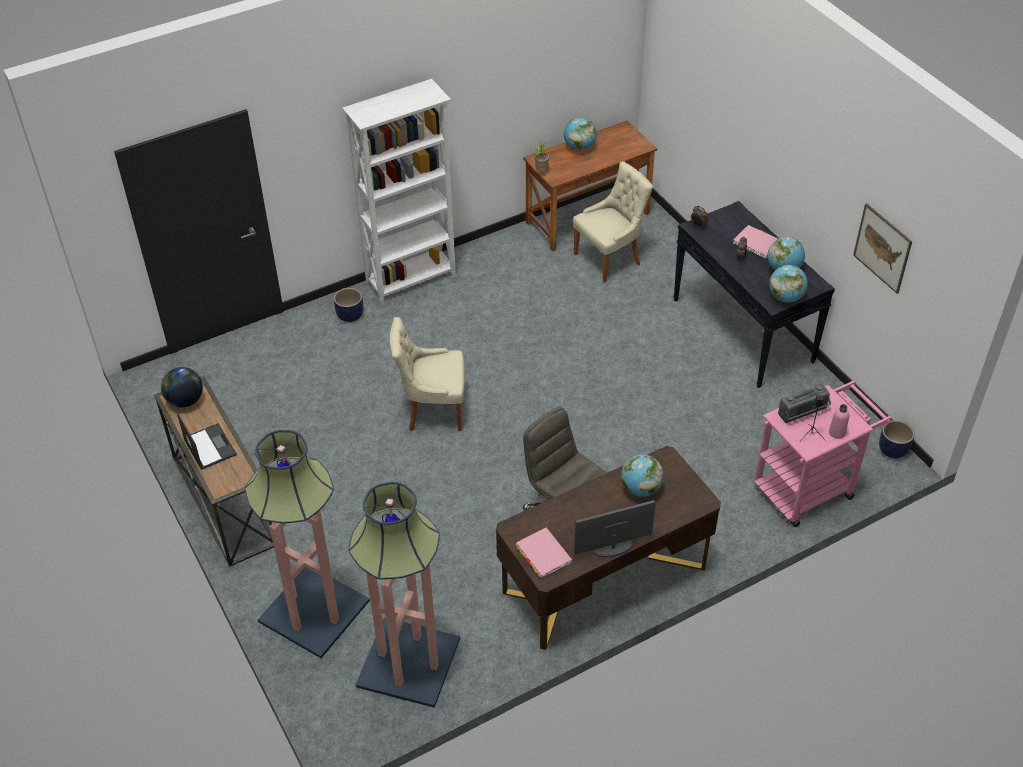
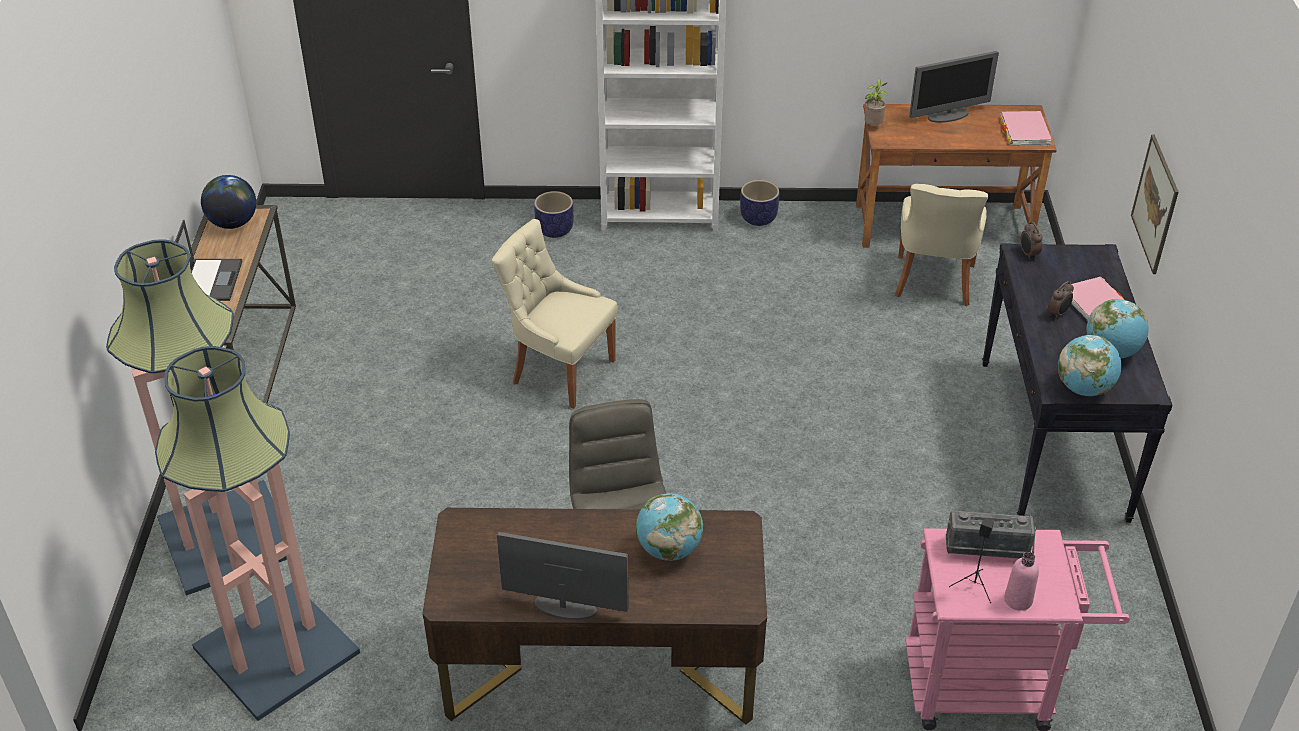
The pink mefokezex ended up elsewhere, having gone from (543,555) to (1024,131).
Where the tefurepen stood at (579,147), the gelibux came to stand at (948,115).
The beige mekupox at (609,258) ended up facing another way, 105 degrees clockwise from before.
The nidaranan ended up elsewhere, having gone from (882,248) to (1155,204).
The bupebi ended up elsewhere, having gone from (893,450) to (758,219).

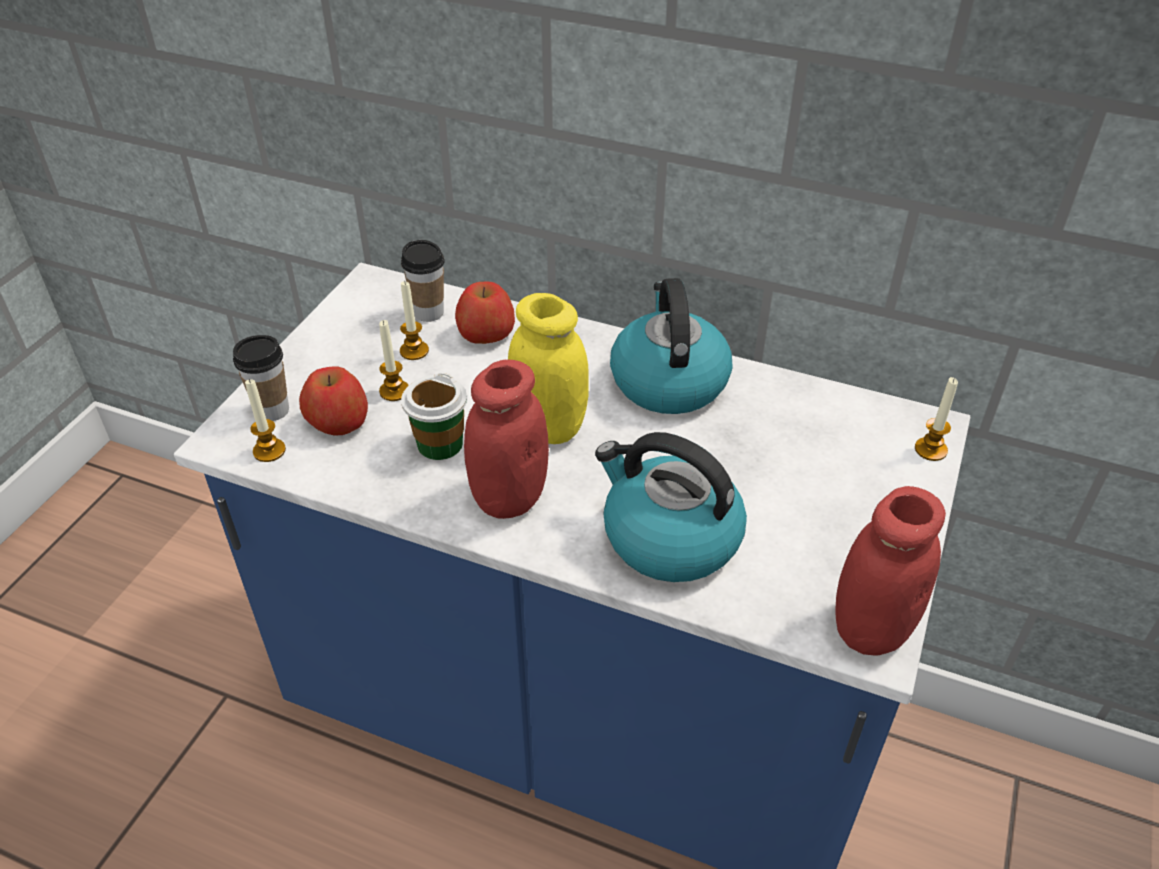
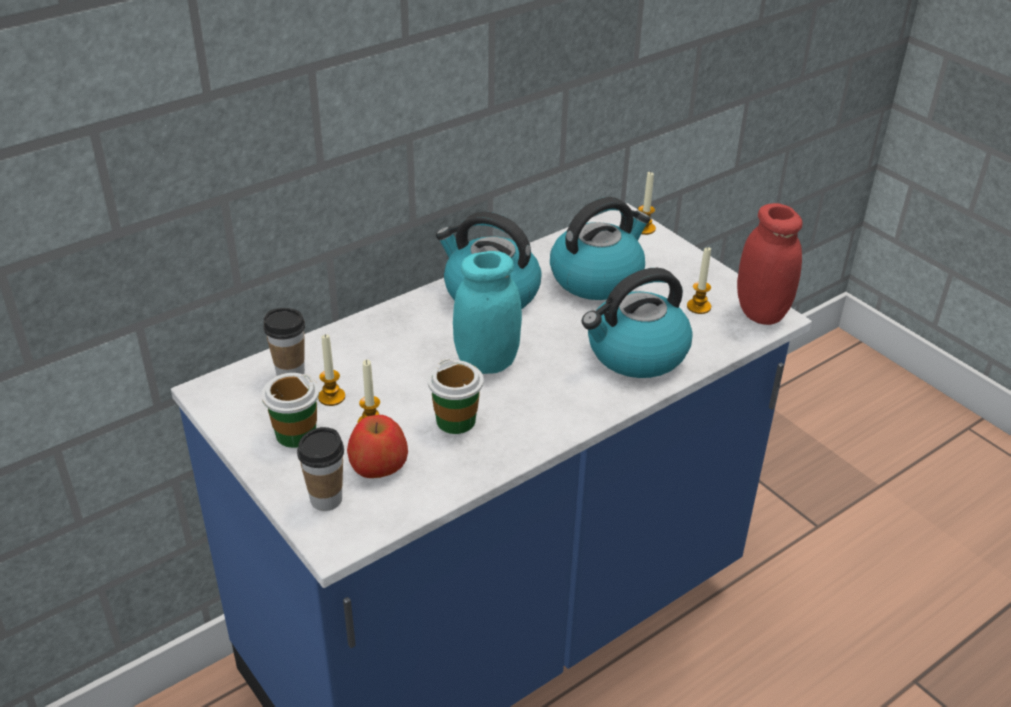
The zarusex ended up elsewhere, having gone from (269,451) to (698,307).
The second view lost the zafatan at (485,333).
The second view lost the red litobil at (509,498).
What was the yellow litobil at (549,427) turned into the turquoise litobil at (487,363).
The second view gained the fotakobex at (295,434).
The second view gained the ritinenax at (597,277).

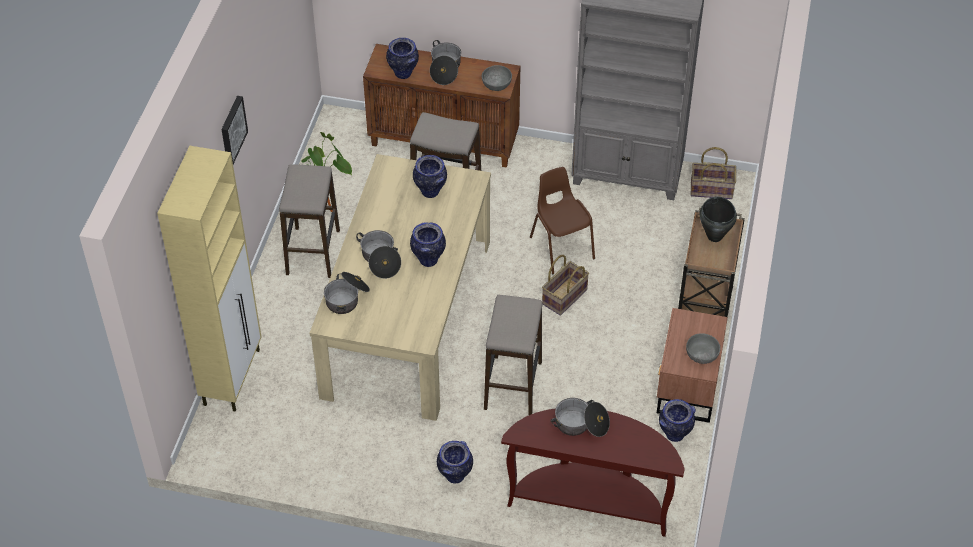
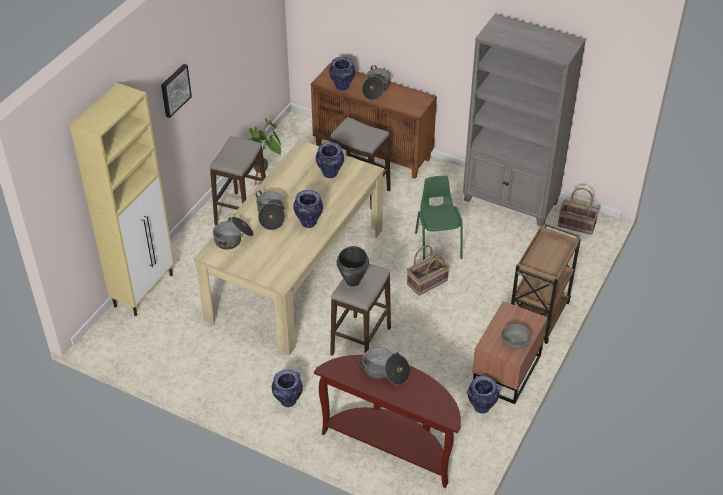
The second view lost the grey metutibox at (496,84).
What was the brown mekupox at (561,247) turned into the green mekupox at (438,245).
The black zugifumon ended up elsewhere, having gone from (715,236) to (353,281).

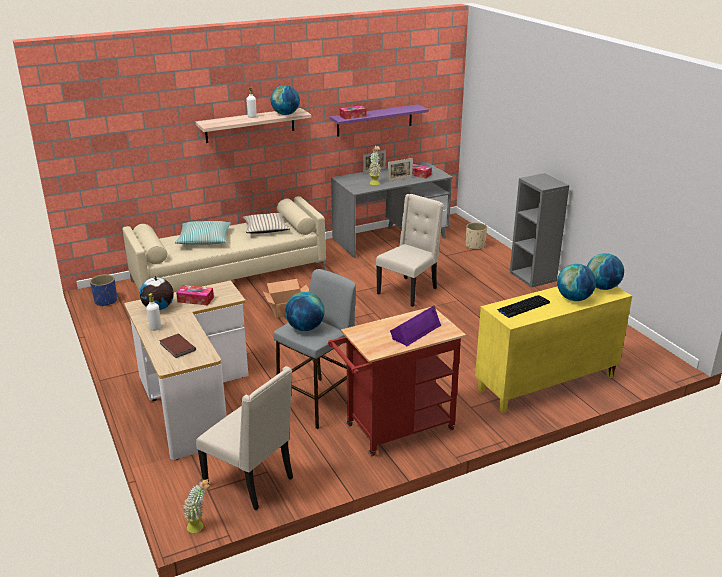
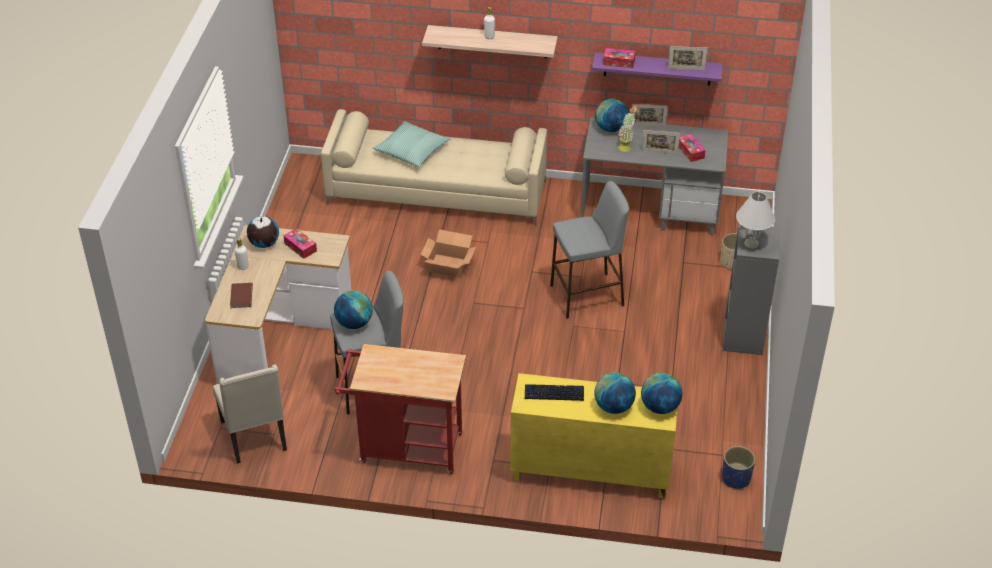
The blue bupebi ended up elsewhere, having gone from (106,301) to (736,478).
The second view lost the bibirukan at (199,526).
The second view lost the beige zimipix at (266,228).
The tefurepen ended up elsewhere, having gone from (285,114) to (610,129).
Where the beige mekupox stood at (408,291), the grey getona came to stand at (587,295).
The second view lost the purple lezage at (415,331).
The second view gained the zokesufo at (686,69).
The second view gained the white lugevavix at (751,243).

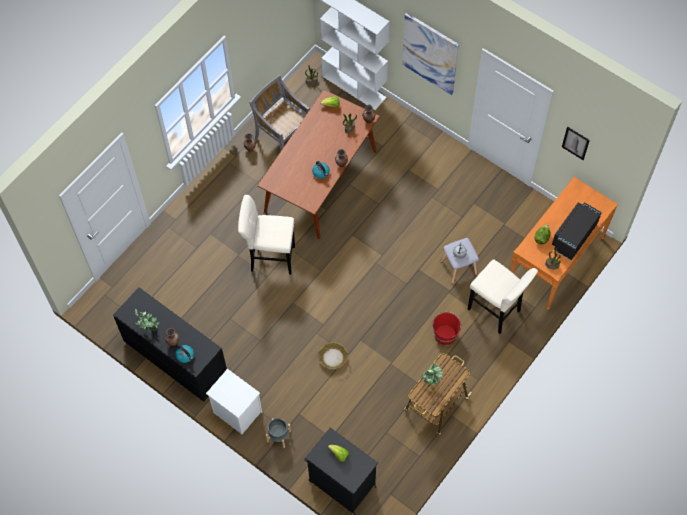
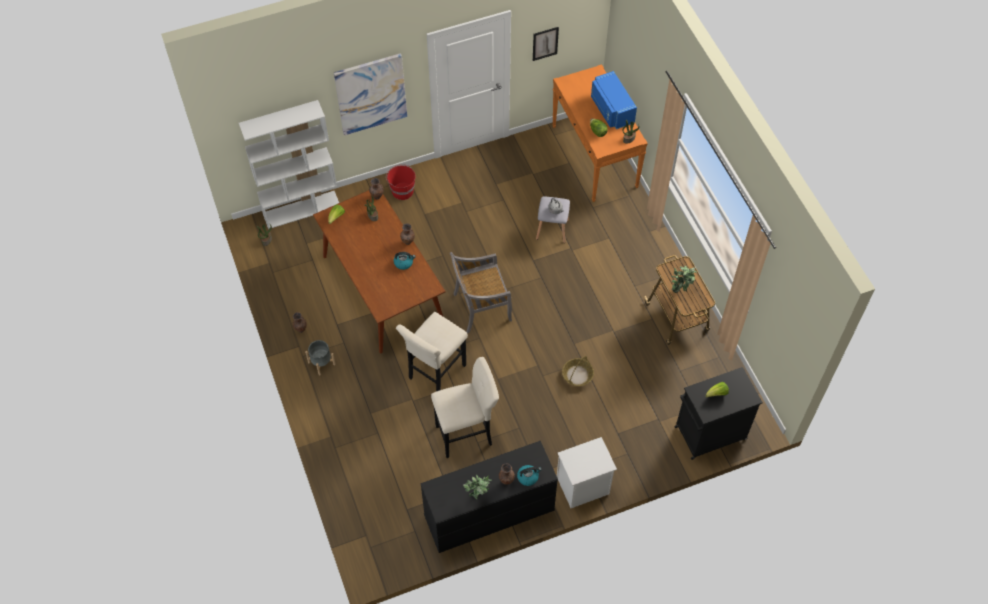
The grey mekupox ended up elsewhere, having gone from (282,136) to (481,308).
The grey bupebi ended up elsewhere, having gone from (279,436) to (321,363).
The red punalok ended up elsewhere, having gone from (445,334) to (402,191).
The beige getona ended up elsewhere, having gone from (496,312) to (466,434).
What was the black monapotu at (573,236) turned into the blue monapotu at (611,110).

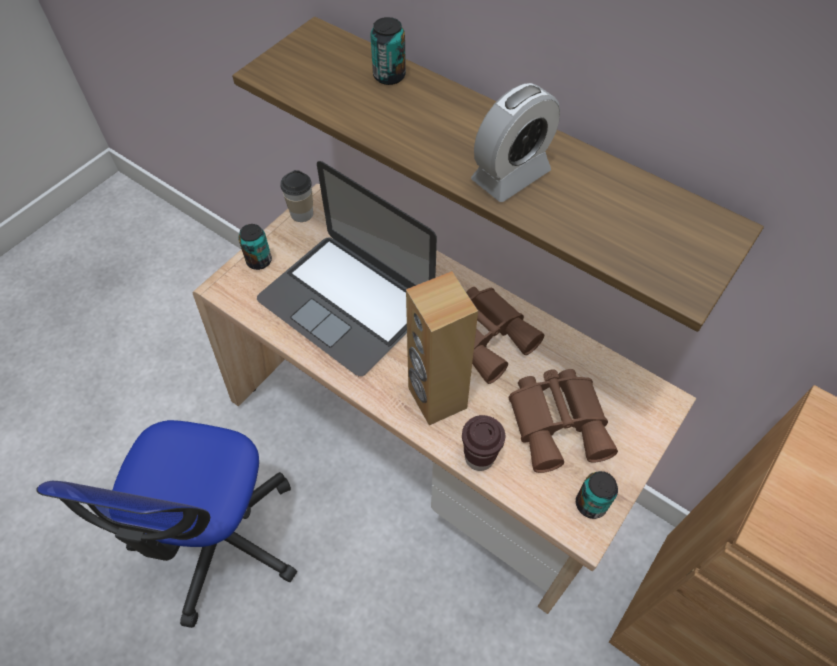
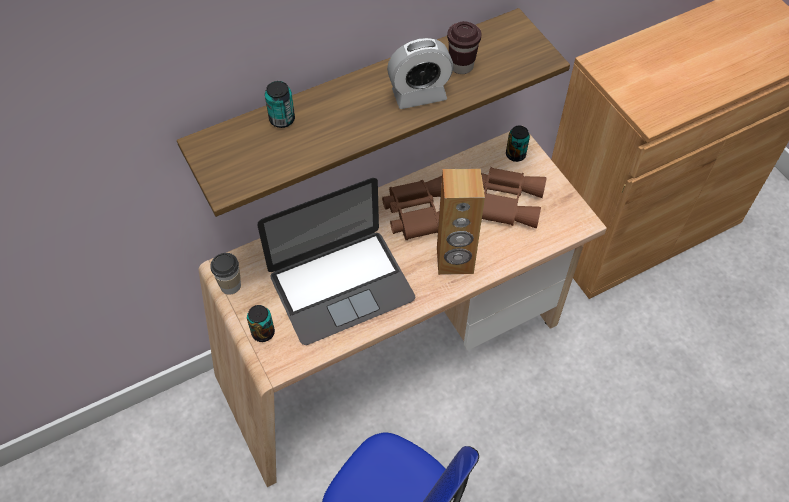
The brown fotakobex ended up elsewhere, having gone from (479,457) to (461,66).
The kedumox at (510,176) ended up facing another way, 90 degrees clockwise from before.
The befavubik ended up elsewhere, having gone from (590,504) to (515,155).

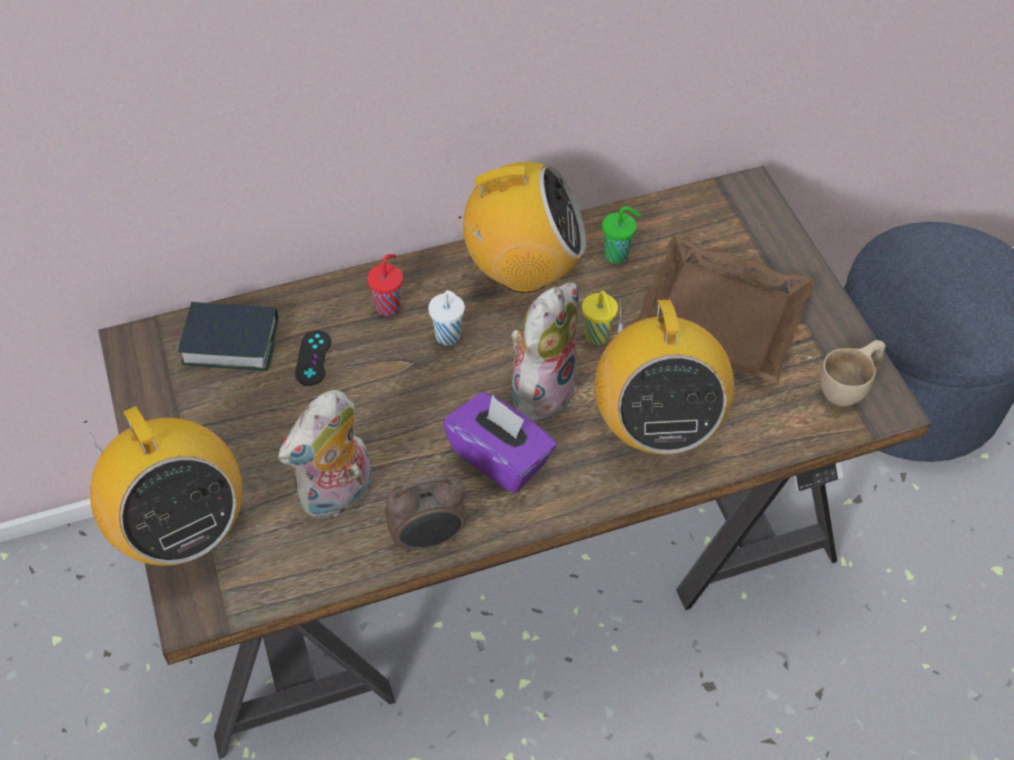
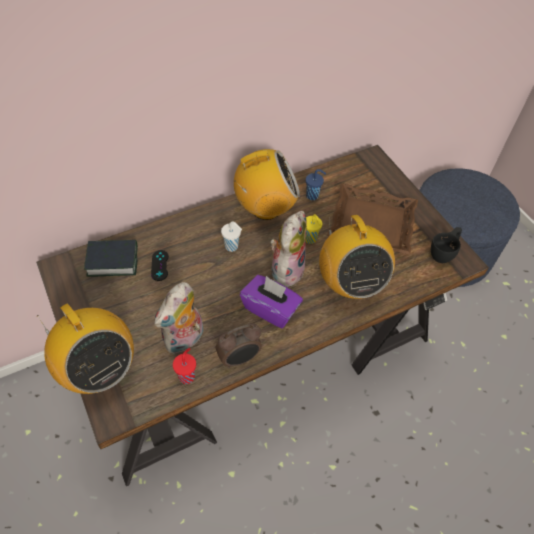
The red fotakobex ended up elsewhere, having gone from (388,306) to (187,376).
What was the green fotakobex at (617,255) turned into the blue fotakobex at (313,196).
What was the beige fotakobex at (849,387) turned into the black fotakobex at (444,253).

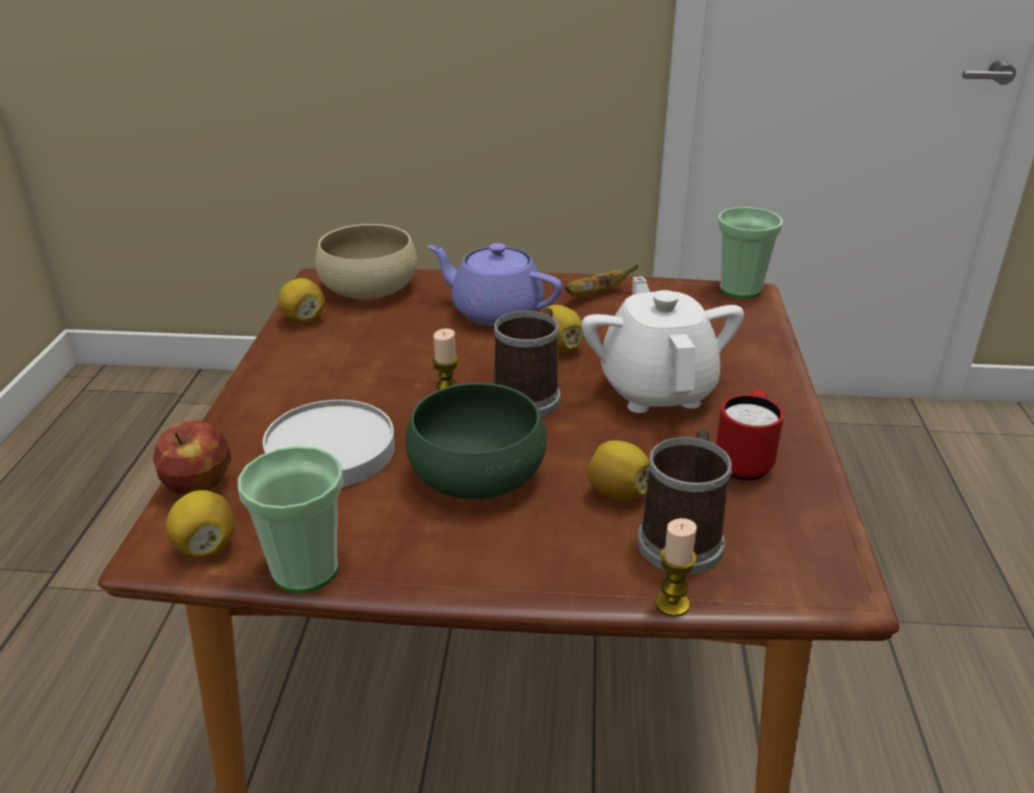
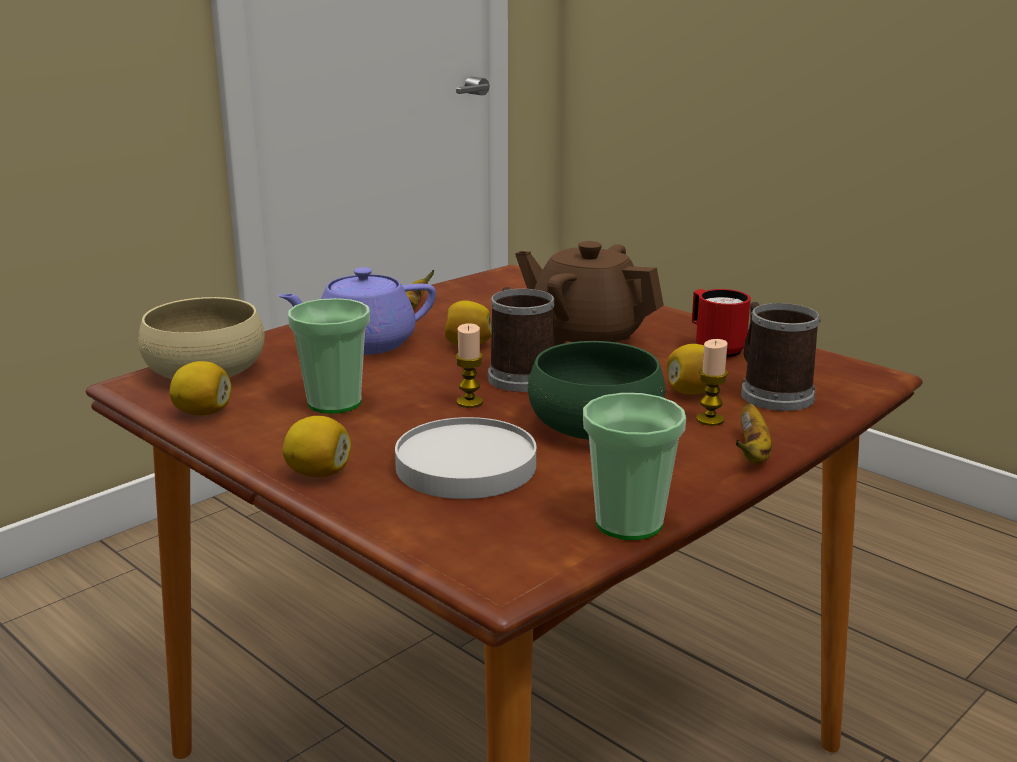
The second view lost the zafatan at (199,484).
The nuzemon ended up elsewhere, having gone from (205,546) to (318,473).
What was the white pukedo at (657,390) turned into the brown pukedo at (586,339).
The zarusex ended up elsewhere, having gone from (672,604) to (710,420).
The fotakobex ended up elsewhere, having gone from (740,289) to (334,403).
The second view gained the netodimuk at (753,453).

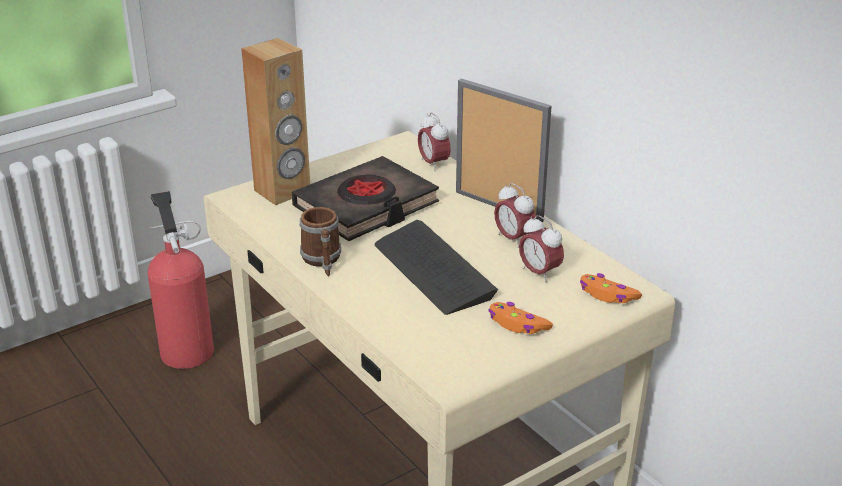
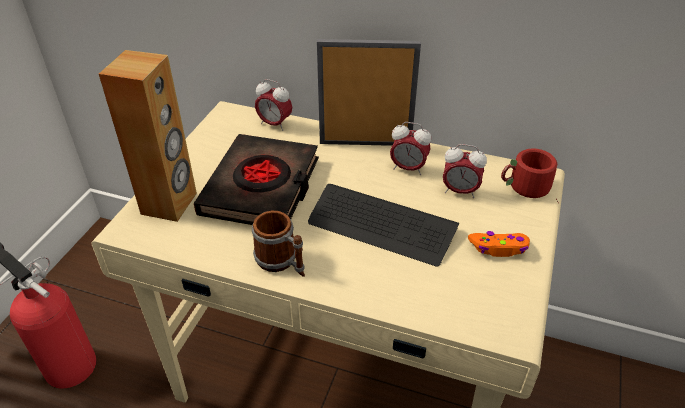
Where the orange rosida stood at (607,295), the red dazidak came to stand at (525,189).

